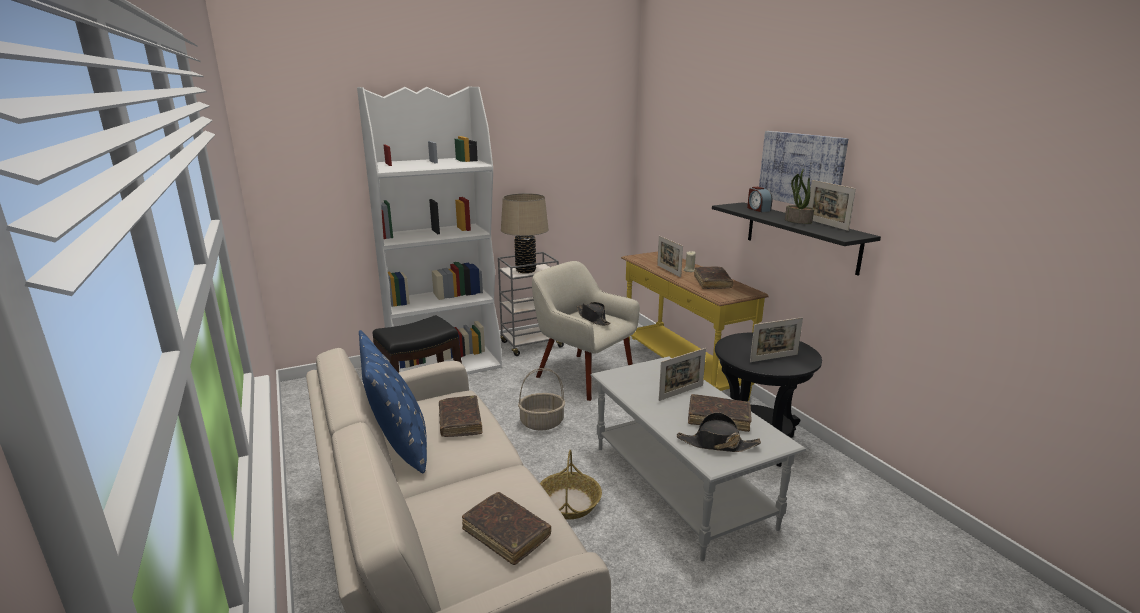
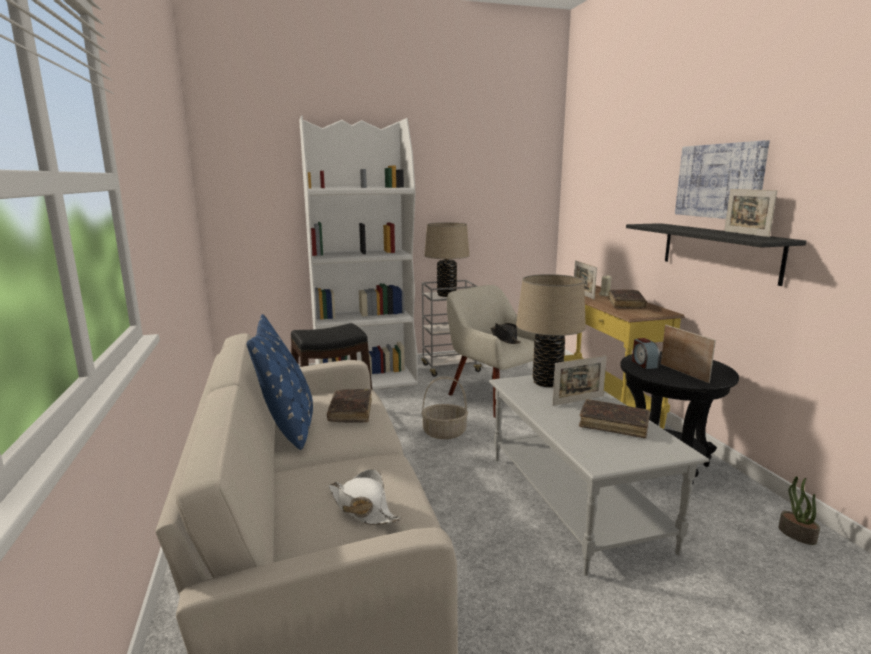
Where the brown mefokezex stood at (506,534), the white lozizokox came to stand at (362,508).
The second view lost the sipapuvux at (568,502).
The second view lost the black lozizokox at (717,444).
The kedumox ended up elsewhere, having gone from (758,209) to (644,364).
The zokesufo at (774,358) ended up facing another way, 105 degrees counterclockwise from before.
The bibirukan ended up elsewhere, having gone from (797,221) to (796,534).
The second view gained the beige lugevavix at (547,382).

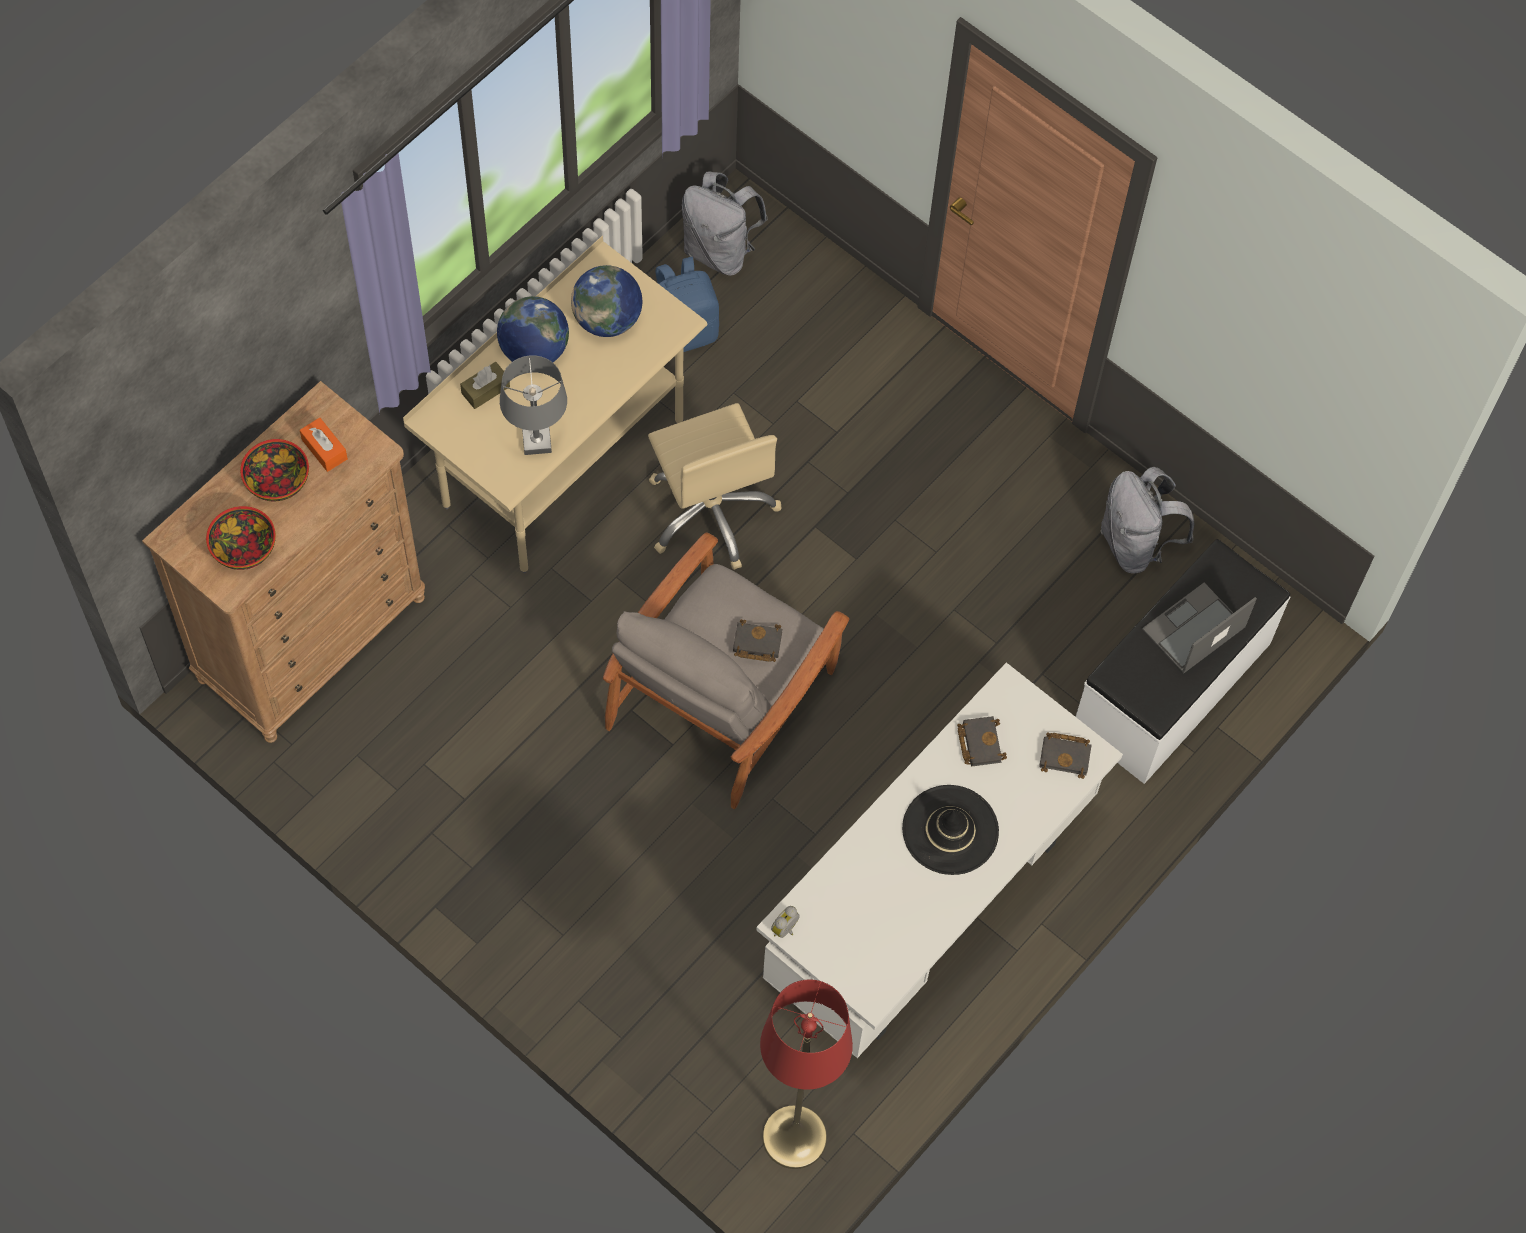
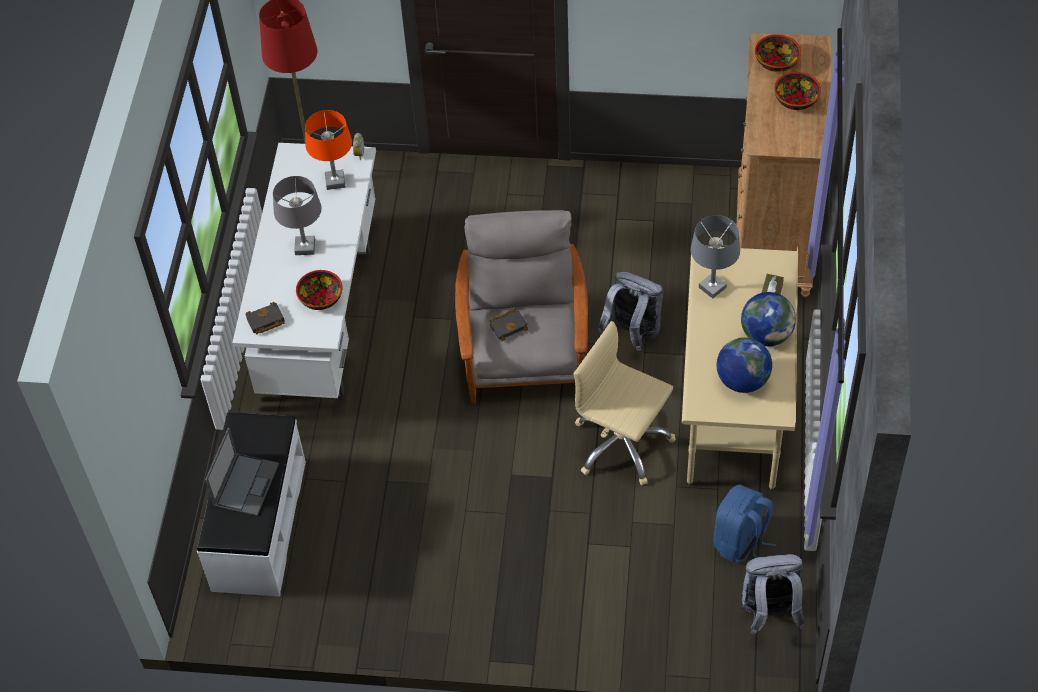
The second view lost the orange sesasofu at (324,449).
Where the black lozizokox stood at (950,830), the grey lugevavix came to stand at (305,247).
Where the black mefokezex stood at (979,742), the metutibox came to stand at (321,298).
The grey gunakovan ended up elsewhere, having gone from (1136,544) to (632,333).
The second view gained the orange lugevavix at (335,181).

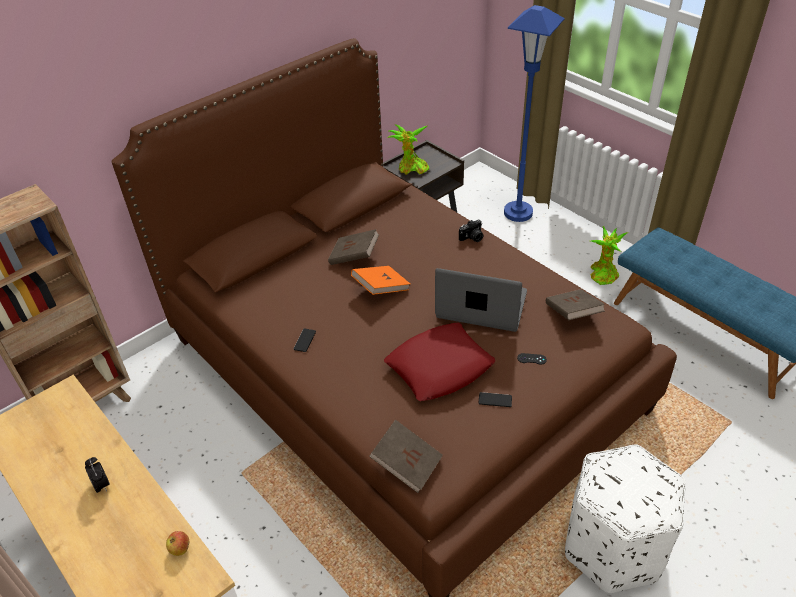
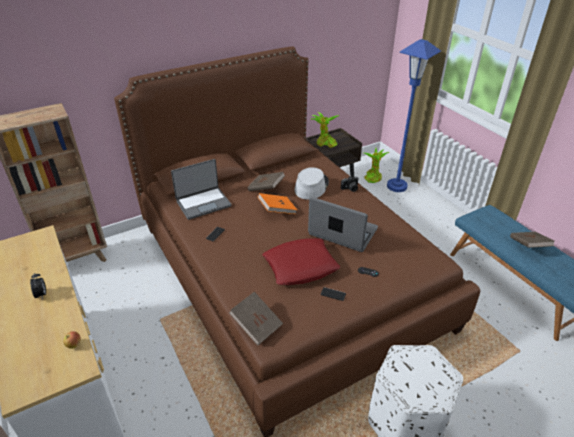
The brown mefokezex ended up elsewhere, having gone from (572,314) to (528,246).
The bibirukan ended up elsewhere, having gone from (603,273) to (373,177).
The second view gained the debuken at (203,203).
The second view gained the grey lozizokox at (311,186).

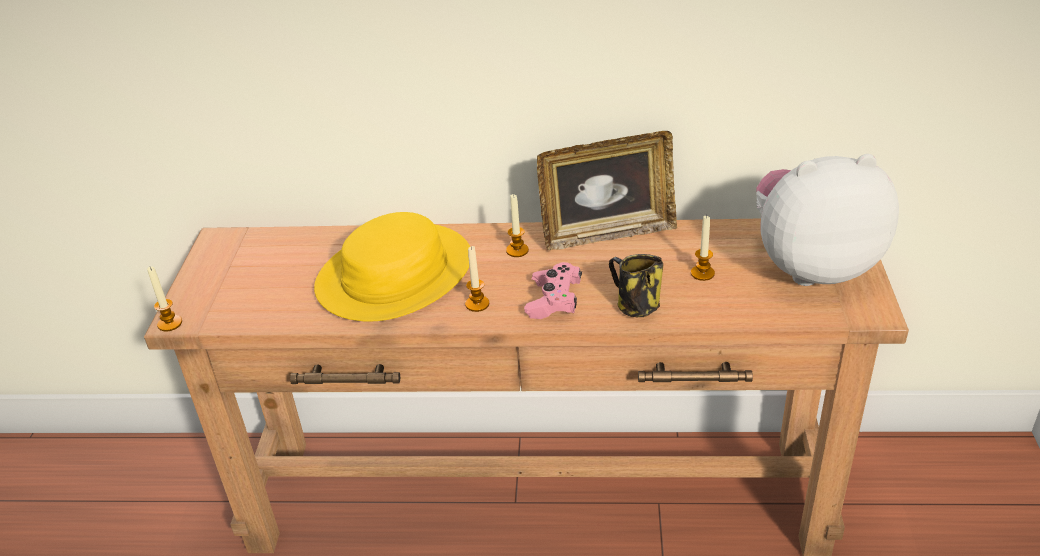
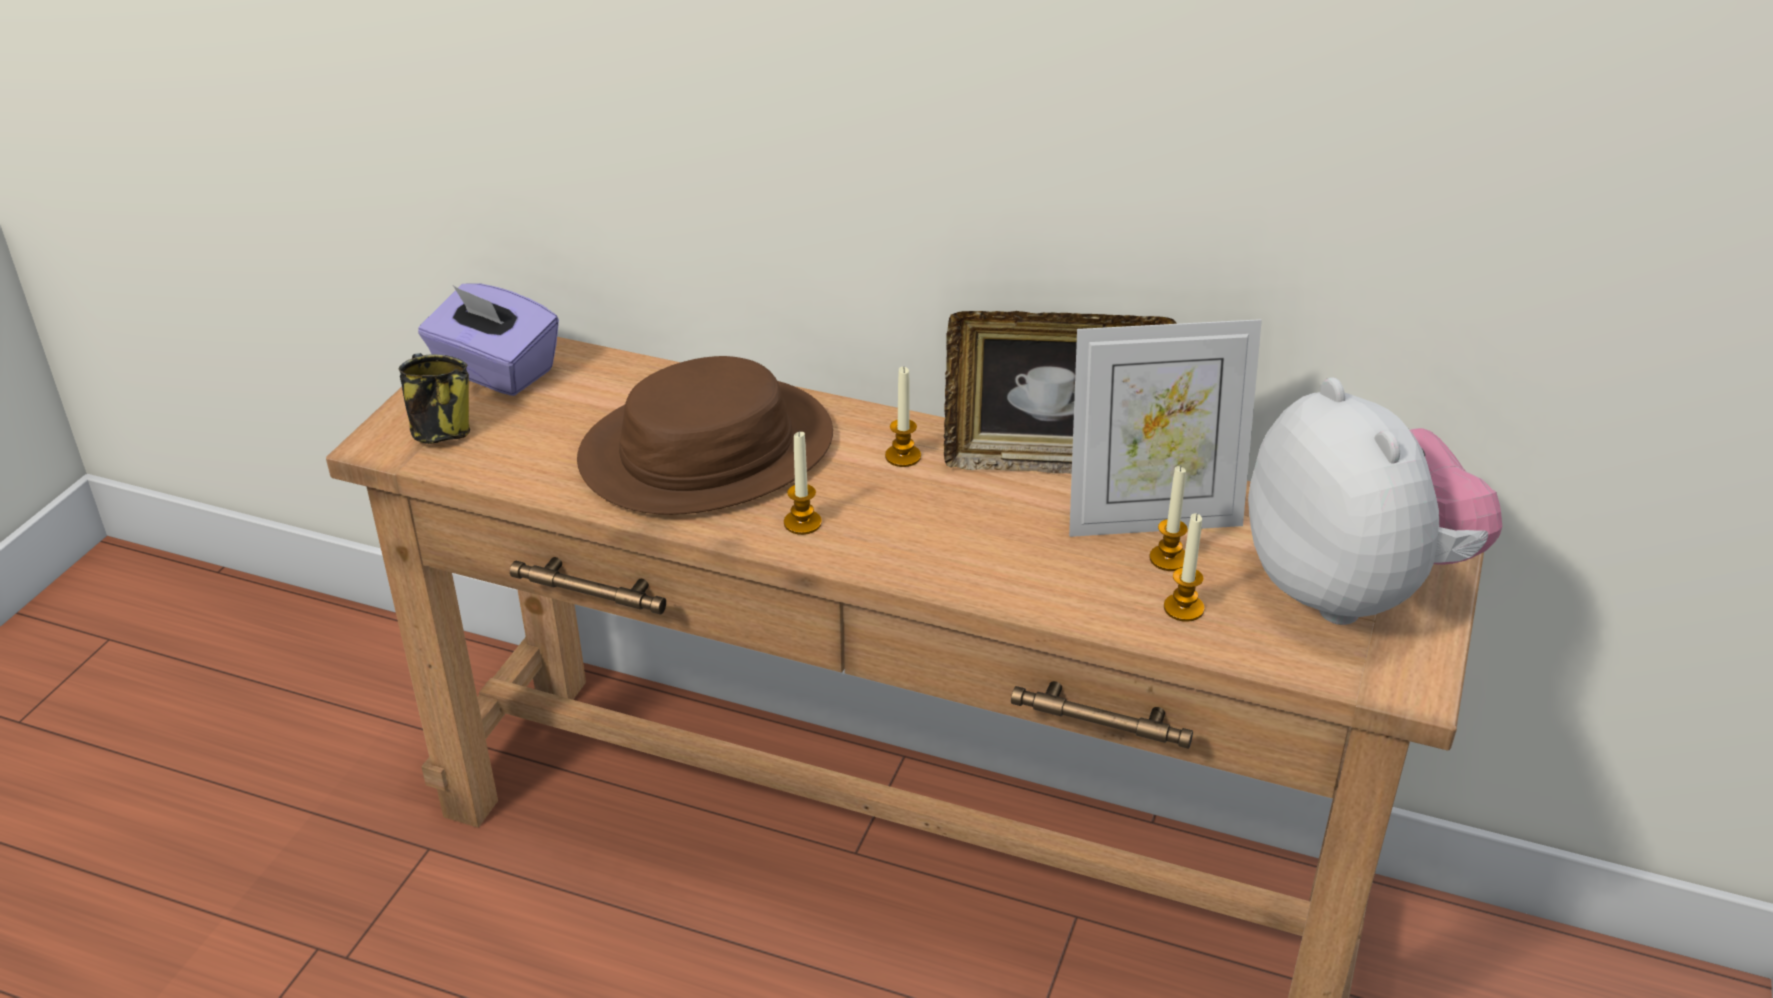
The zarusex ended up elsewhere, having gone from (170,323) to (1183,608).
What was the yellow lozizokox at (395,274) turned into the brown lozizokox at (707,451).
The second view lost the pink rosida at (554,301).
The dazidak ended up elsewhere, having gone from (635,307) to (439,431).
The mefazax at (812,266) ended up facing another way, 60 degrees clockwise from before.
The second view gained the purple sesasofu at (494,371).
The second view gained the zokesufo at (1152,519).

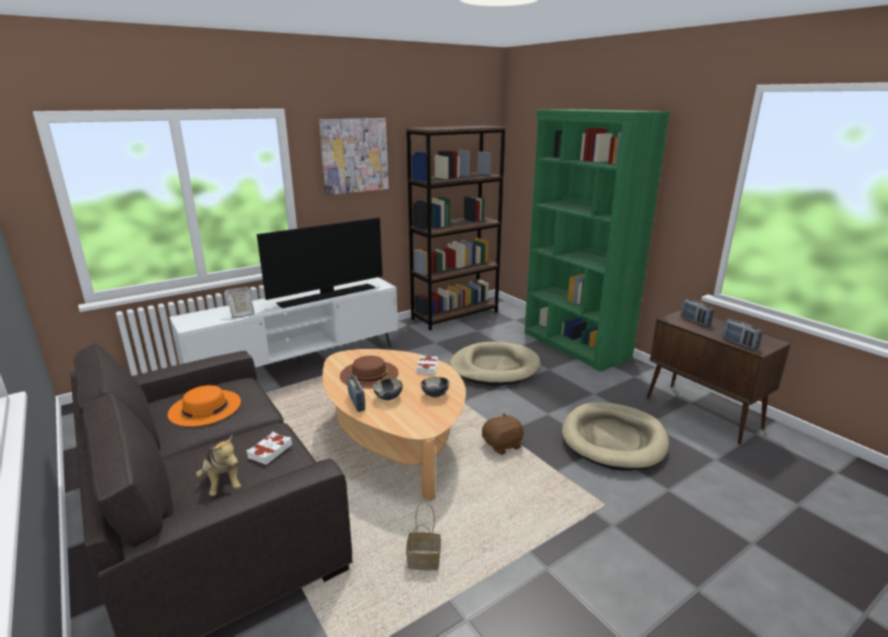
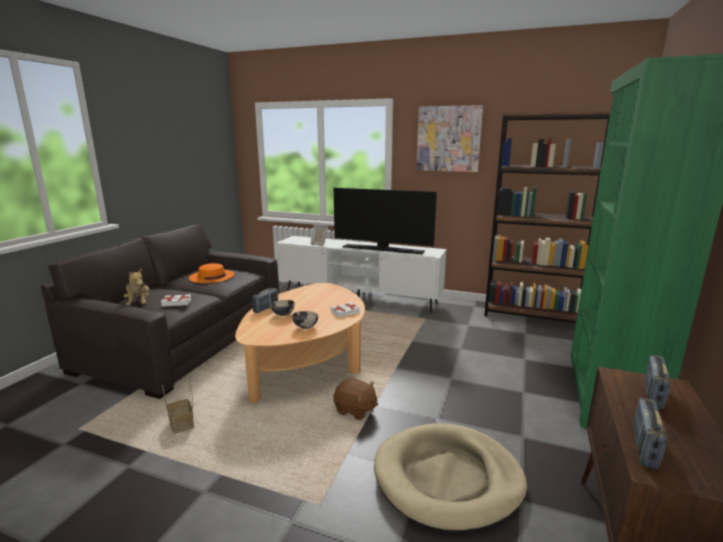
The mefazax at (223,482) ended up facing another way, 45 degrees counterclockwise from before.
The second view lost the brown lozizokox at (369,374).
The second view lost the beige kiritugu at (494,368).

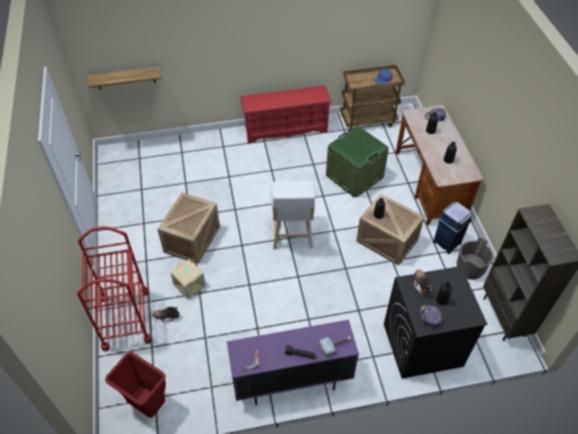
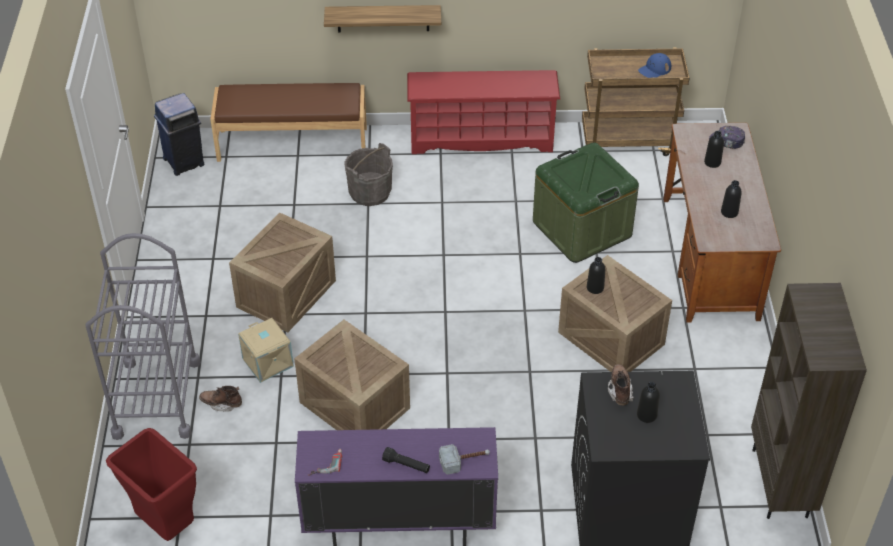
What was the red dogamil at (126,319) turned into the grey dogamil at (157,398).
The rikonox ended up elsewhere, having gone from (126,78) to (383,18).
The second view lost the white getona at (292,235).
The second view lost the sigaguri at (429,317).
The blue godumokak ended up elsewhere, having gone from (447,242) to (184,161).
The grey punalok ended up elsewhere, having gone from (470,268) to (370,192).
The second view gained the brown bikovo at (292,143).
The second view gained the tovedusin at (353,405).

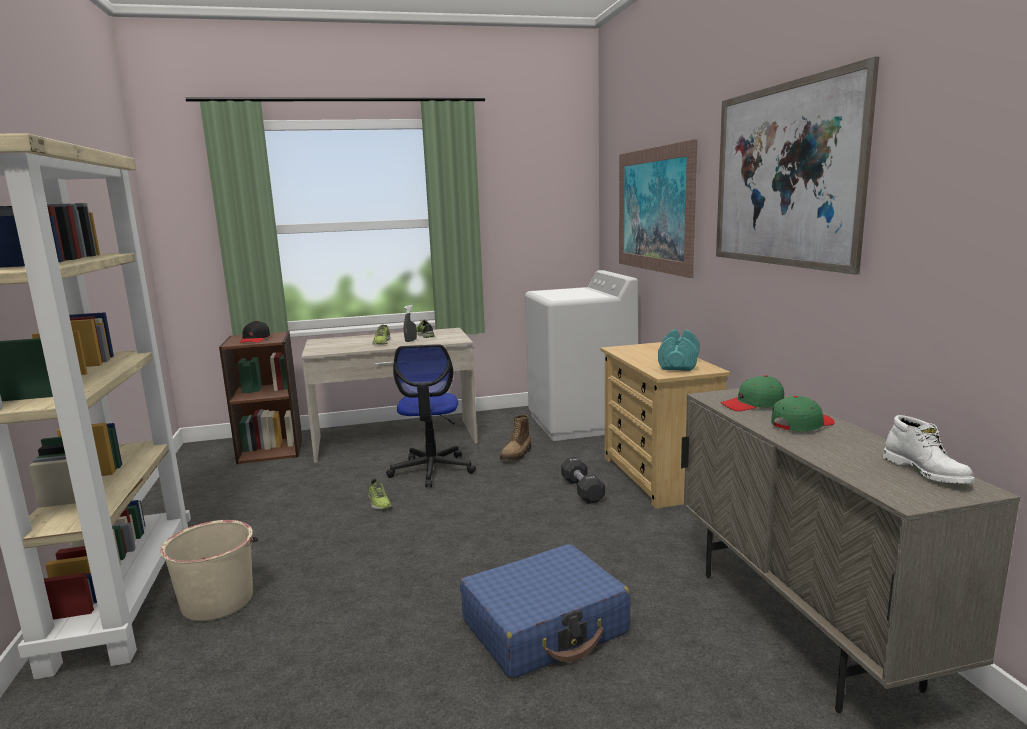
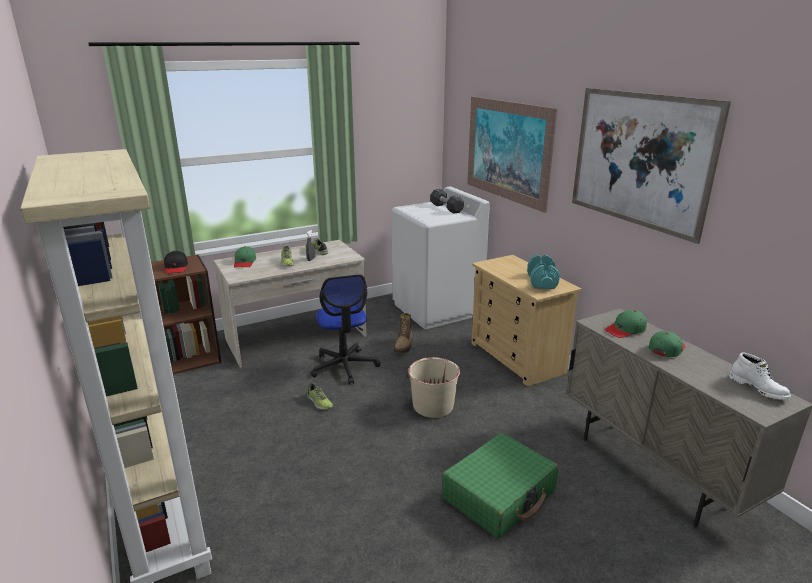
The beige punalok ended up elsewhere, having gone from (218,601) to (432,405).
What was the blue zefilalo at (545,627) turned into the green zefilalo at (499,495).
The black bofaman ended up elsewhere, having gone from (582,490) to (446,208).
The second view gained the green sigaguri at (245,262).

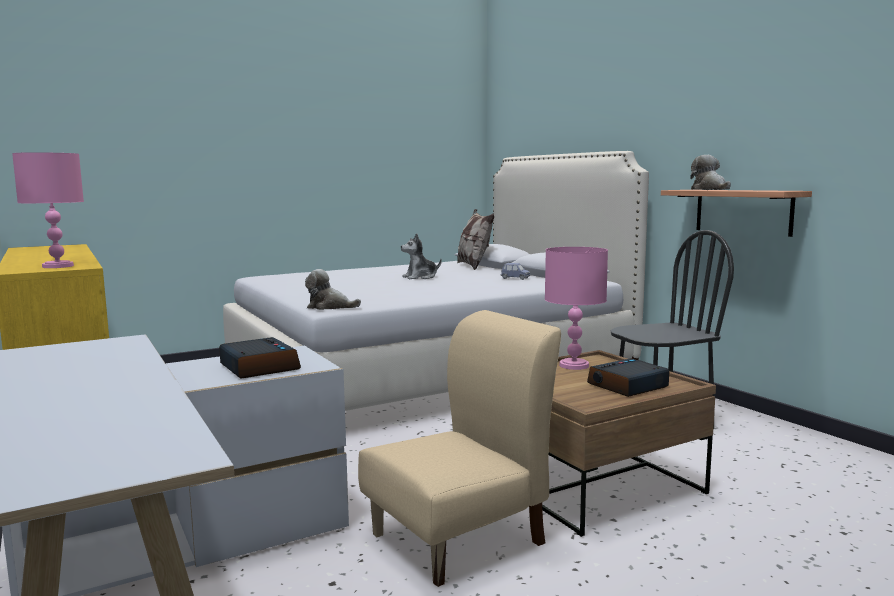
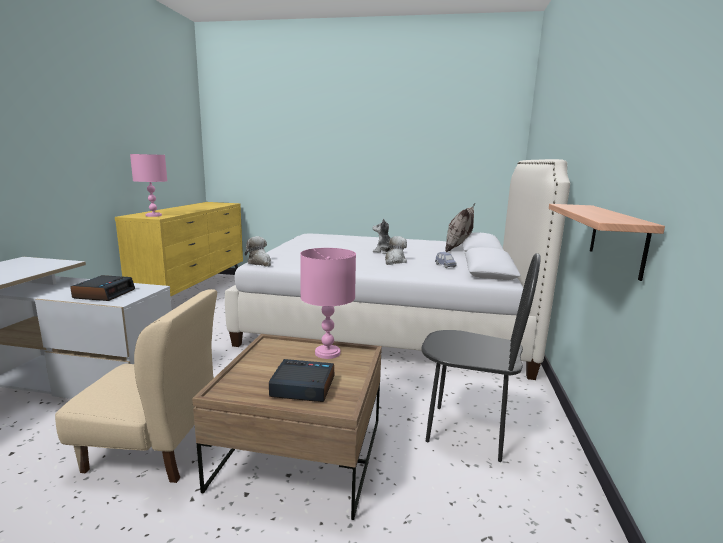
The mefazax ended up elsewhere, having gone from (710,190) to (394,261).

